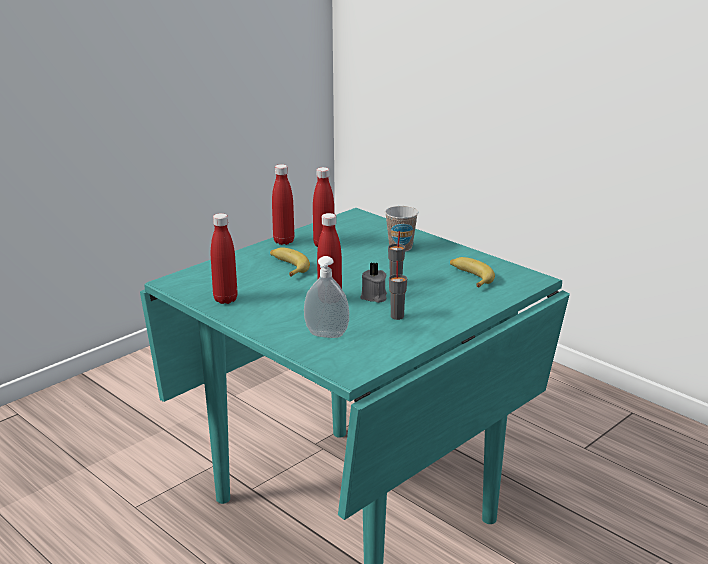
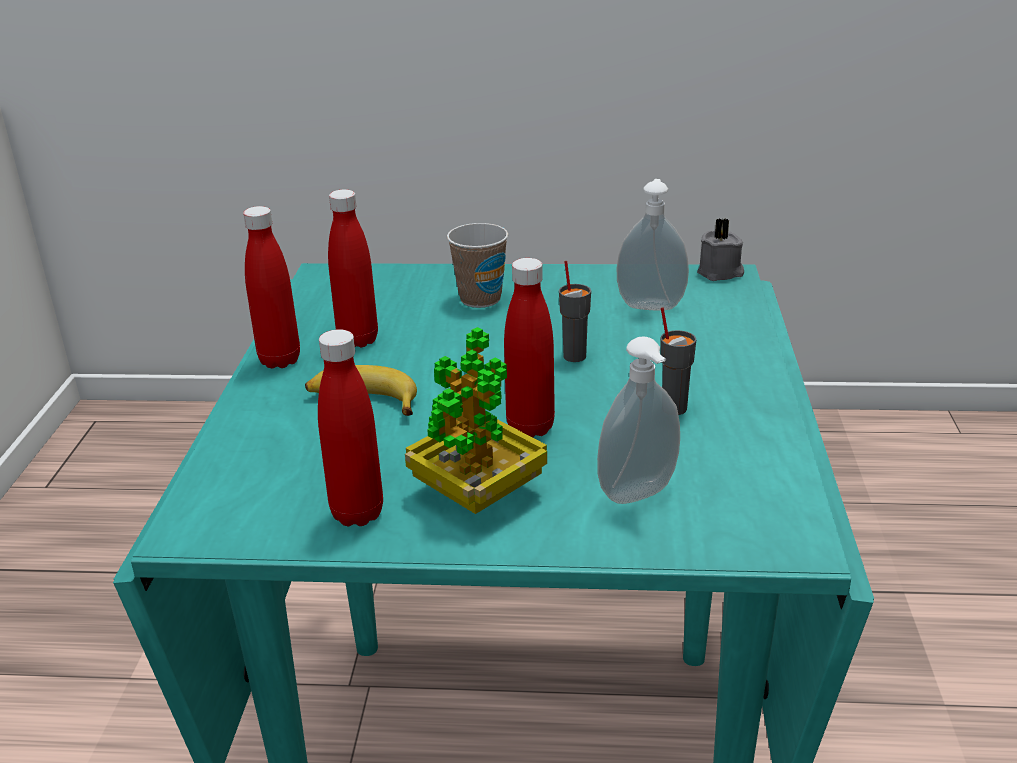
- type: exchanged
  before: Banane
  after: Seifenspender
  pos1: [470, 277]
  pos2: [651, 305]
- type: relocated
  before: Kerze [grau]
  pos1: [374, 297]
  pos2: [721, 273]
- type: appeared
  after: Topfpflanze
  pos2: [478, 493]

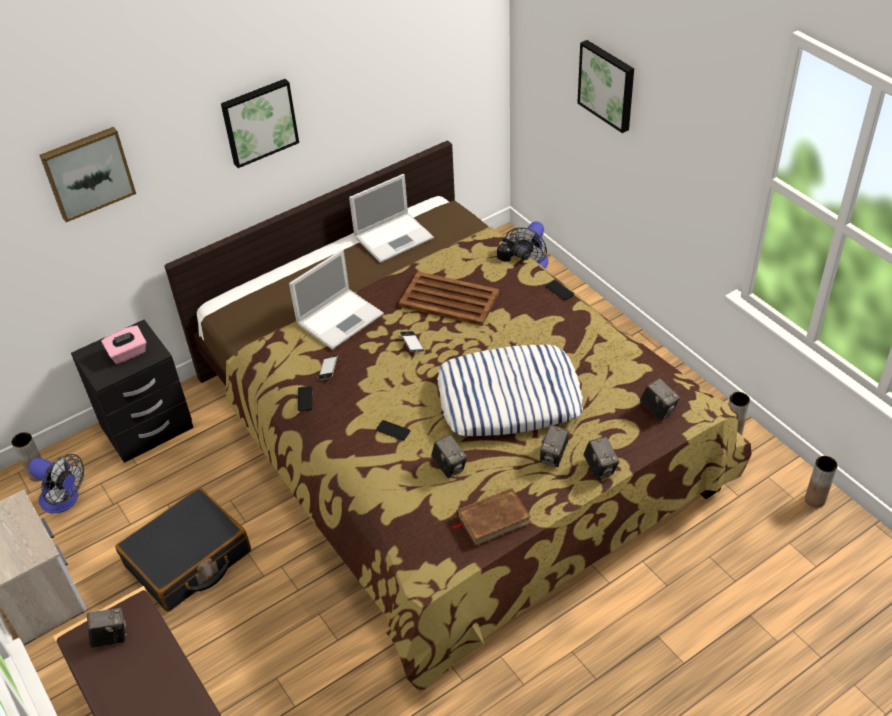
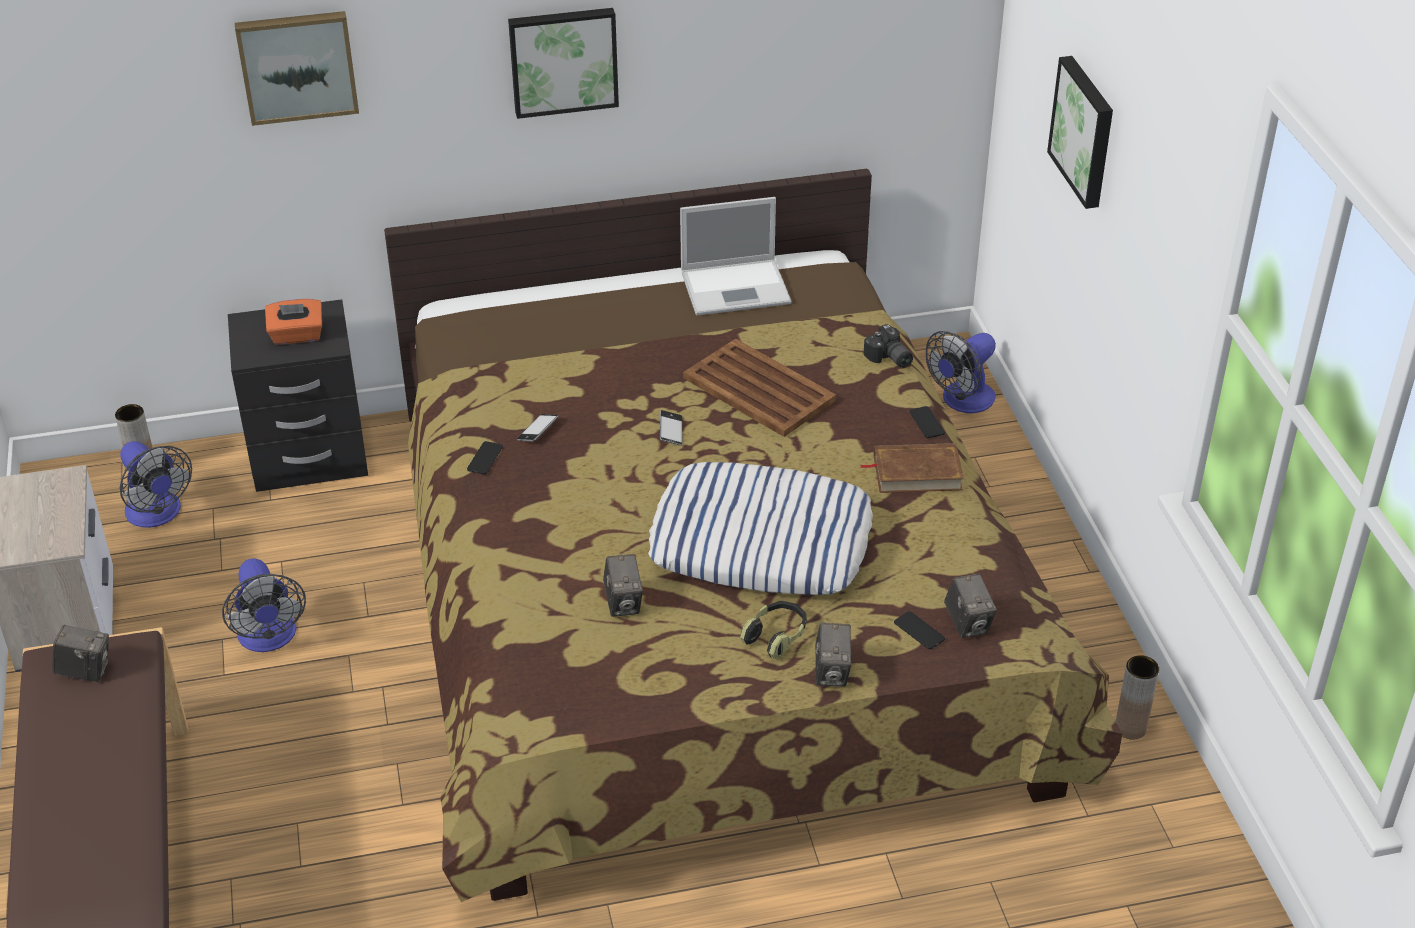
- type: missing
  before: Laptop
  pos1: [341, 318]
- type: colour
  before: Taschentuchbox [rosa]
  after: Taschentuchbox [orange]
  pos1: [128, 353]
  pos2: [297, 336]
- type: relocated
  before: Handy
  pos1: [393, 430]
  pos2: [919, 631]
- type: exchanged
  before: Kamera
  after: Kopfhörer
  pos1: [553, 456]
  pos2: [776, 636]
- type: missing
  before: Vase [braun]
  pos1: [815, 499]
- type: exchanged
  before: Koffer [schwarz]
  after: Ventilator
  pos1: [188, 559]
  pos2: [269, 638]
- type: relocated
  before: Buch [braun]
  pos1: [493, 519]
  pos2: [916, 472]

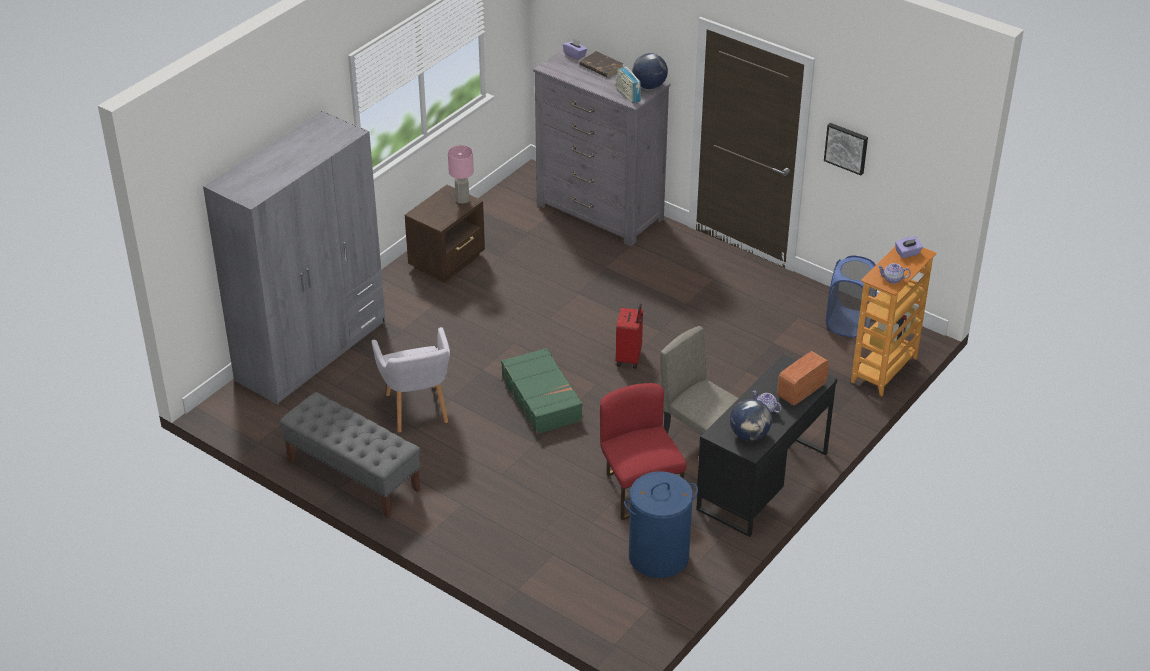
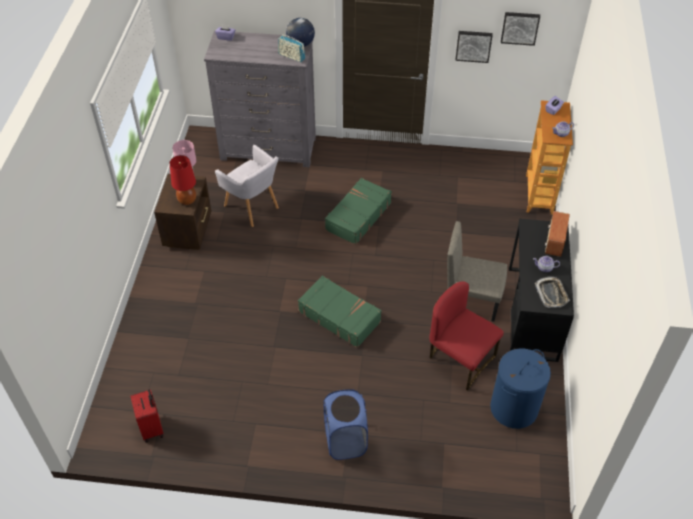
- type: missing
  before: Buch [braun]
  pos1: [601, 67]
- type: missing
  before: Kleiderschrank [grau]
  pos1: [312, 350]
- type: relocated
  before: Wäschekorb [blau]
  pos1: [849, 323]
  pos2: [345, 441]
- type: relocated
  before: Koffer [rot]
  pos1: [629, 358]
  pos2: [152, 428]
- type: relocated
  before: Sessel [grau]
  pos1: [417, 411]
  pos2: [253, 208]
- type: missing
  before: Bank [grau]
  pos1: [353, 476]
- type: exchanged
  before: Globus
  after: Tablett
  pos1: [749, 435]
  pos2: [551, 294]
- type: appeared
  after: Bild
  pos2: [520, 27]
- type: appeared
  after: Tischlampe [rot]
  pos2: [187, 200]
- type: appeared
  after: Koffer [grün]
  pos2: [357, 216]

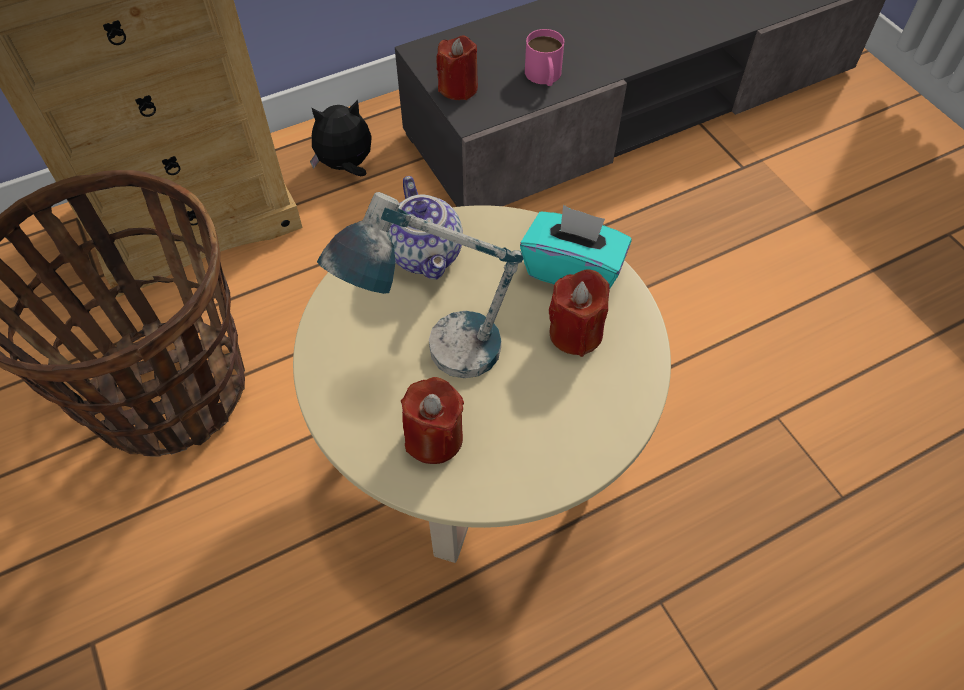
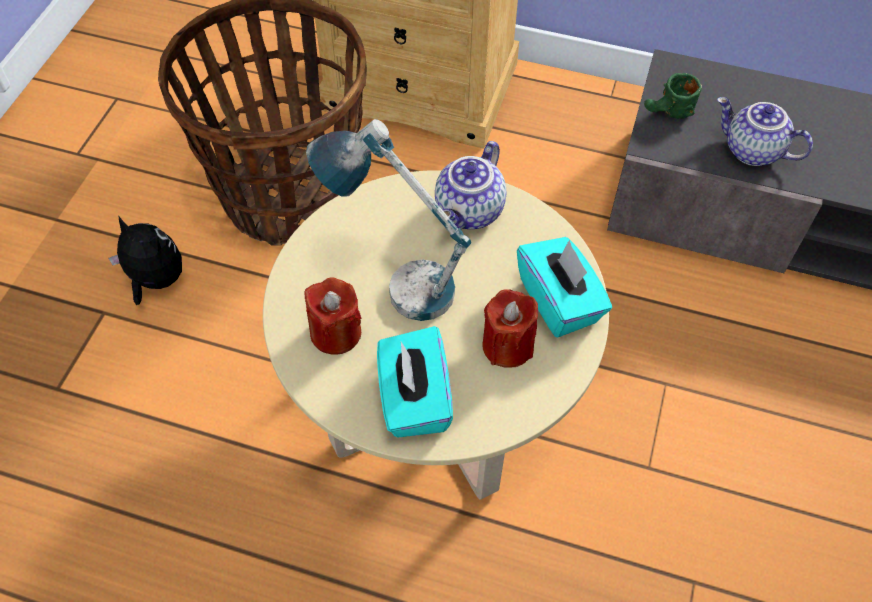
- type: exchanged
  before: Henkelbecher [rosa]
  after: Teekanne
  pos1: [544, 77]
  pos2: [751, 151]
- type: exchanged
  before: Kerze [rot]
  after: Henkelbecher [grün]
  pos1: [458, 88]
  pos2: [668, 113]
- type: relocated
  before: Plüschtier
  pos1: [346, 166]
  pos2: [155, 281]
- type: appeared
  after: Taschentuchbox [türkis]
  pos2: [414, 399]

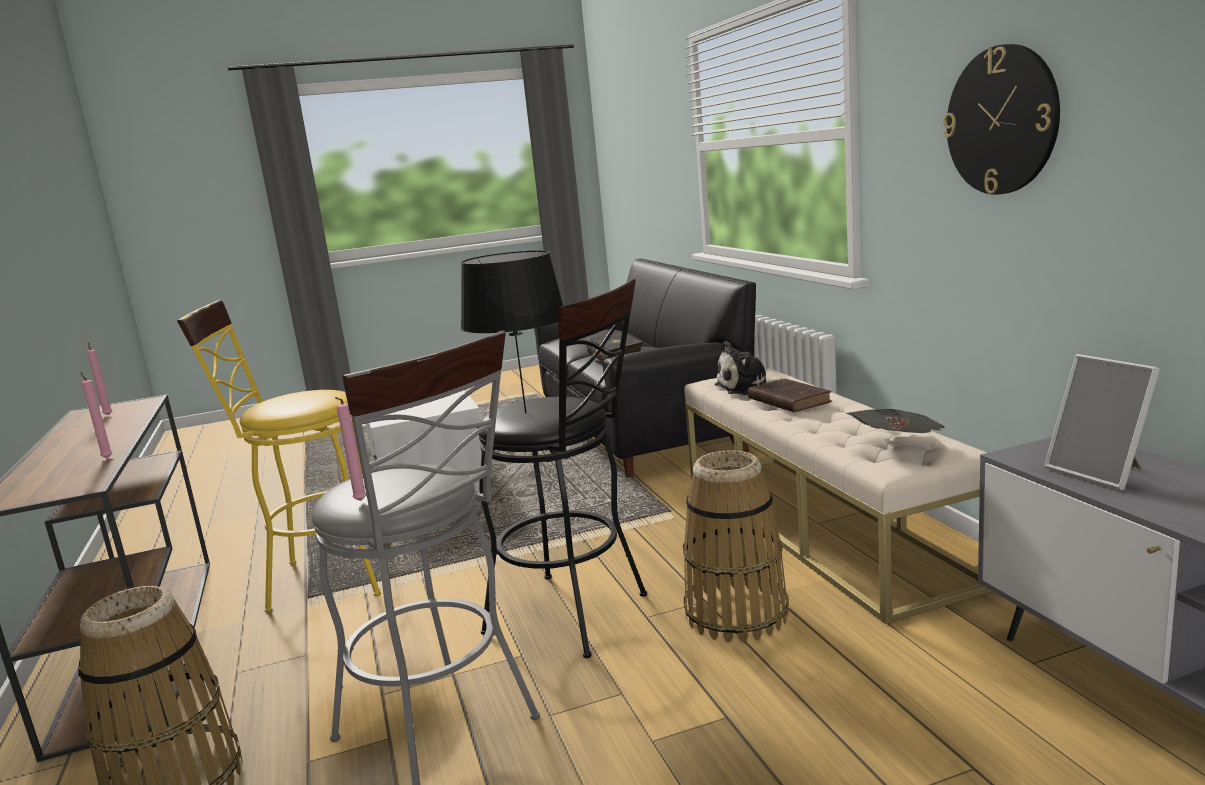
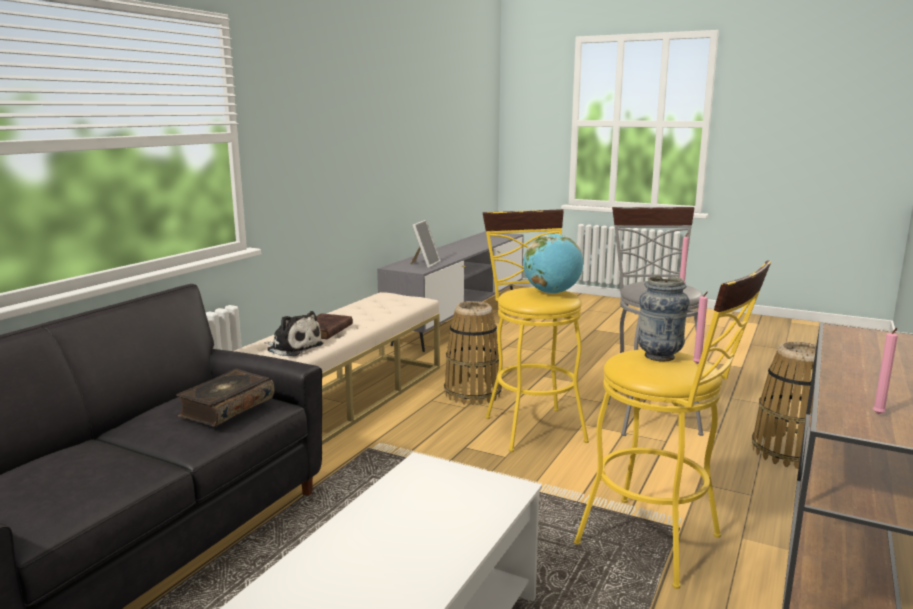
- type: missing
  before: Wanduhr
  pos1: [1001, 120]
- type: exchanged
  before: Tischlampe [schwarz]
  after: Globus
  pos1: [525, 413]
  pos2: [552, 293]
- type: colour
  before: Hocker [schwarz]
  after: Hocker [gelb]
  pos1: [579, 615]
  pos2: [531, 425]
- type: relocated
  before: Kerze [rosa]
  pos1: [107, 458]
  pos2: [697, 364]
- type: missing
  before: Zeitung
  pos1: [897, 446]
- type: appeared
  after: Vase
  pos2: [659, 356]

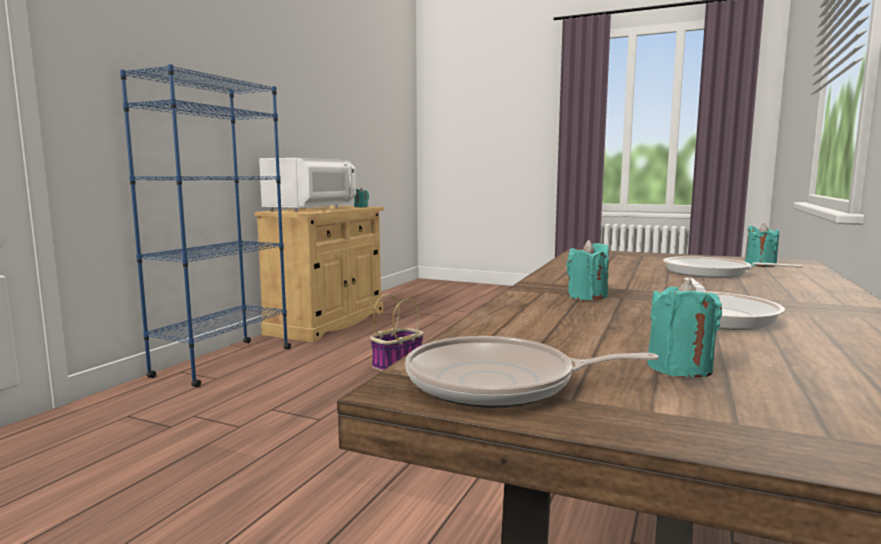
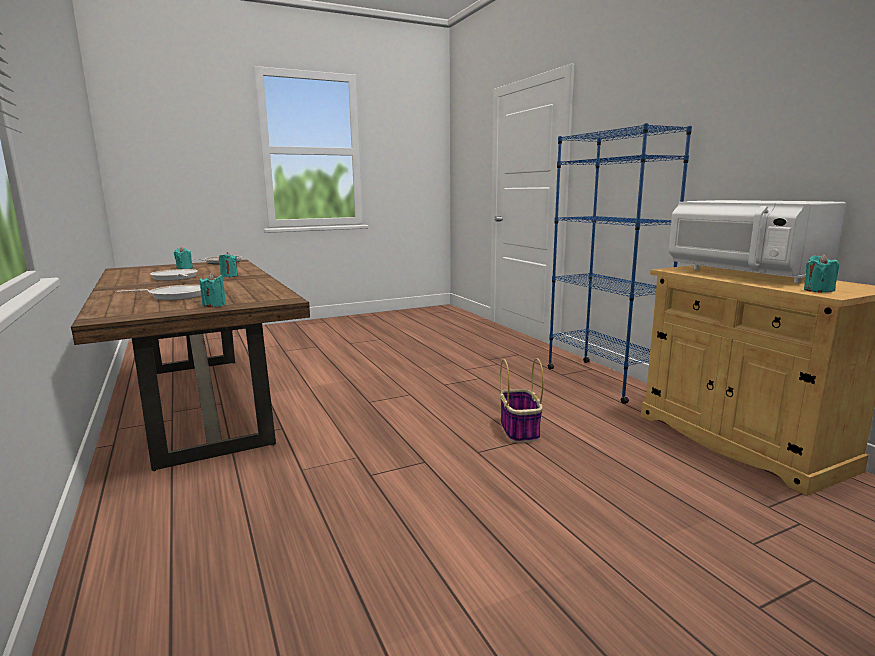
- type: relocated
  before: Kerze [türkis]
  pos1: [760, 264]
  pos2: [214, 305]

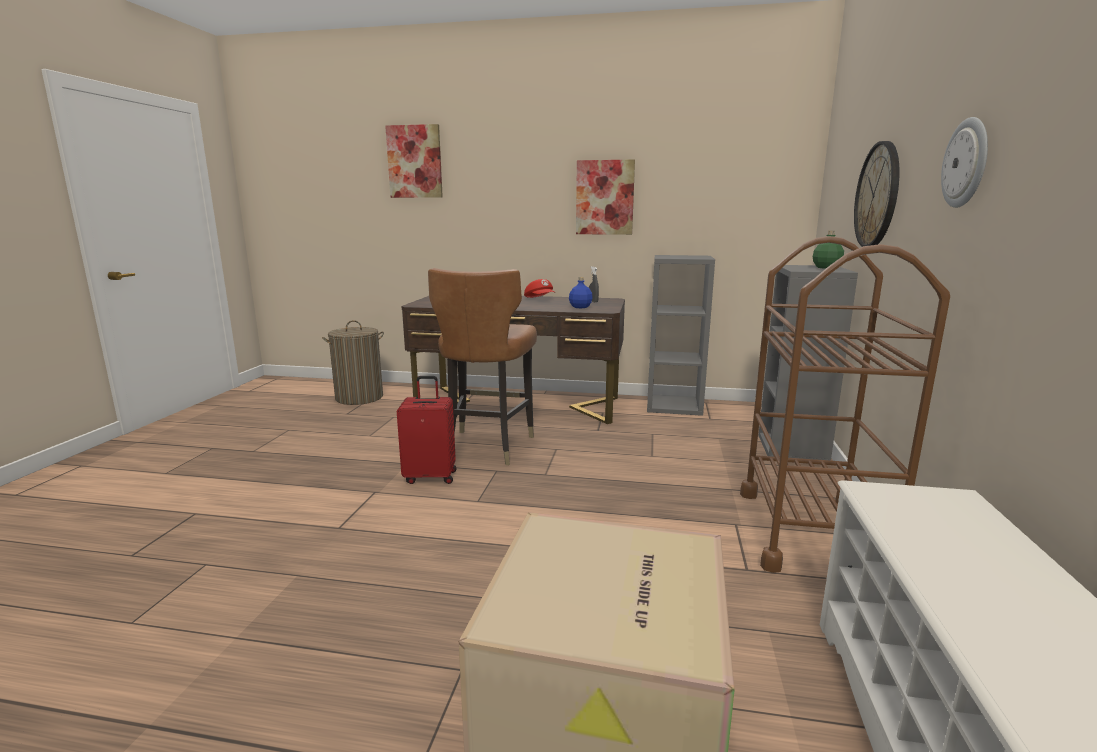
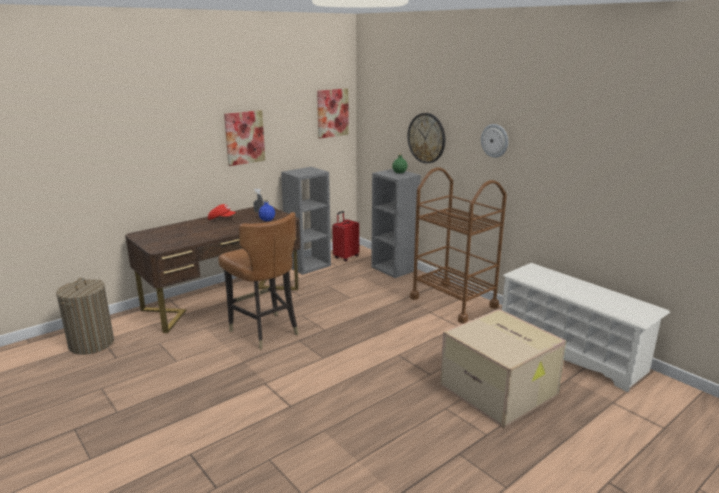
- type: relocated
  before: Bild
  pos1: [415, 162]
  pos2: [332, 113]
- type: relocated
  before: Koffer [rot]
  pos1: [431, 476]
  pos2: [345, 257]

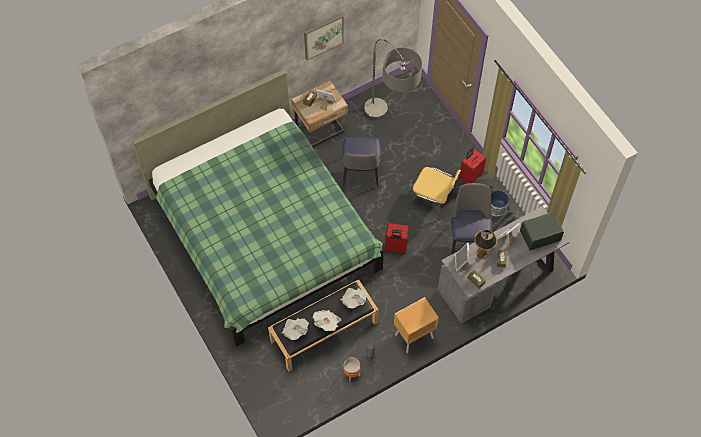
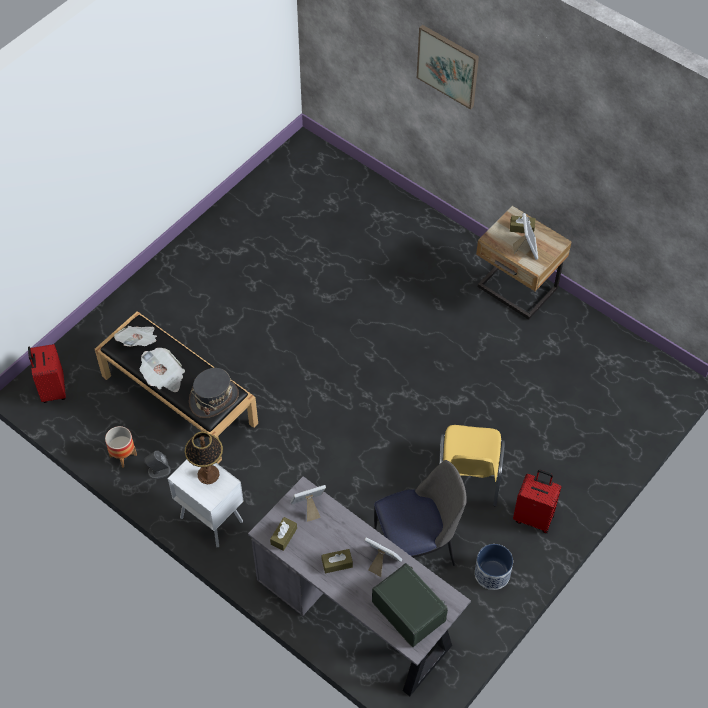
- type: relocated
  before: Bild
  pos1: [323, 36]
  pos2: [448, 66]
- type: missing
  before: Stehlampe
  pos1: [390, 129]
- type: missing
  before: Bett [grün]
  pos1: [264, 233]
- type: missing
  before: Stuhl
  pos1: [360, 173]
- type: relocated
  before: Koffer [rot]
  pos1: [395, 248]
  pos2: [52, 389]
- type: relocated
  before: Tischlampe
  pos1: [482, 253]
  pos2: [208, 474]
- type: exchanged
  before: Zeitung
  after: Hut [grau]
  pos1: [354, 300]
  pos2: [214, 399]
- type: colour
  before: Nachttisch [braun]
  after: Nachttisch [weiß]
  pos1: [413, 336]
  pos2: [211, 518]

